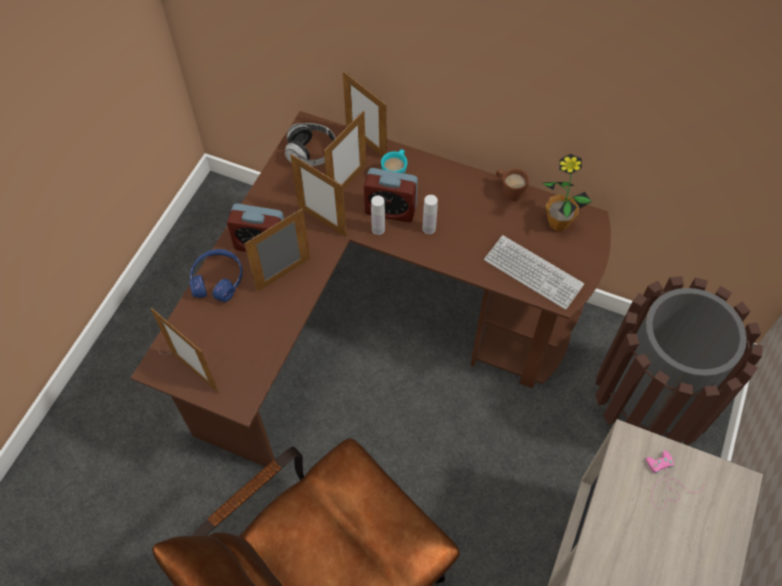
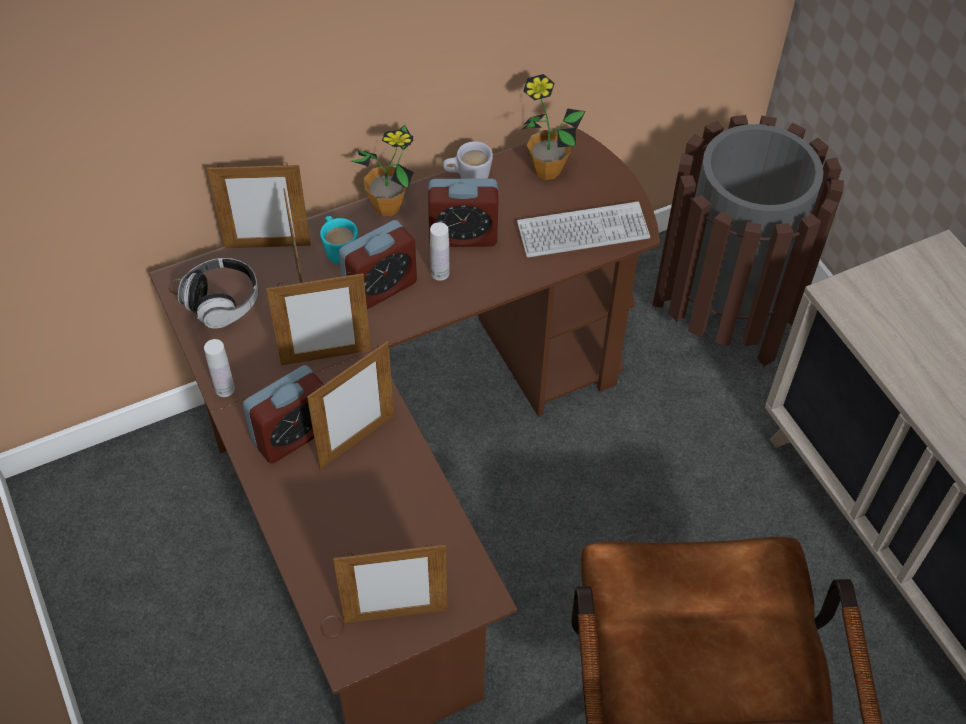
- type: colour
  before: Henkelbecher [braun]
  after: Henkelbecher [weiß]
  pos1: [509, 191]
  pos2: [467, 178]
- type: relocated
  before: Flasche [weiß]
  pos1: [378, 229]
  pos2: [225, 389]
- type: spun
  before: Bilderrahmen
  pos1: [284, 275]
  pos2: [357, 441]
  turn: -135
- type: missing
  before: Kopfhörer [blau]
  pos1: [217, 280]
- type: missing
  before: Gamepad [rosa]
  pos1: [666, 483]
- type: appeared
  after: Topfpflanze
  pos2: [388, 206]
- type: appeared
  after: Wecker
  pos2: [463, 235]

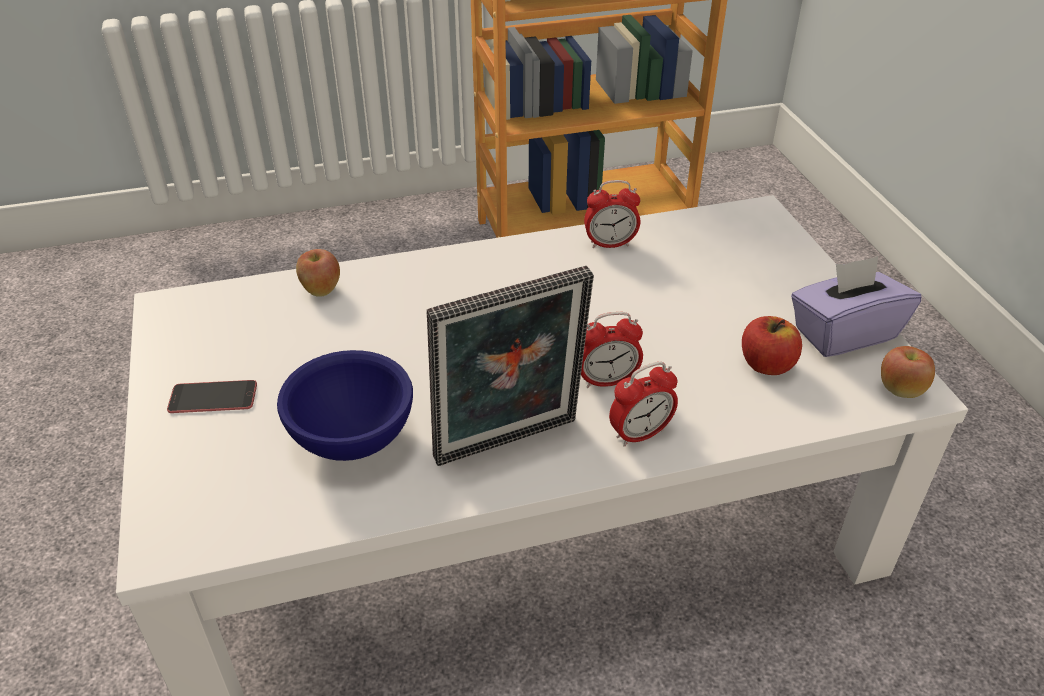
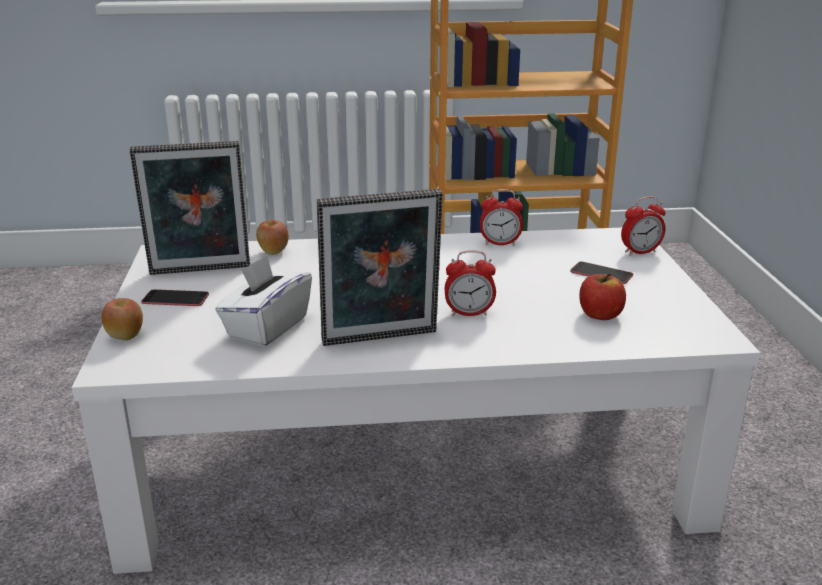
- type: missing
  before: Taschentuchbox [lila]
  pos1: [843, 333]
- type: relocated
  before: Apfel
  pos1: [900, 390]
  pos2: [125, 336]
- type: exchanged
  before: Schüssel [blau]
  after: Taschentuchbox [weiß]
  pos1: [353, 440]
  pos2: [267, 327]
- type: relocated
  before: Wecker
  pos1: [640, 434]
  pos2: [640, 252]
- type: appeared
  after: Bilderrahmen
  pos2: [200, 271]
- type: appeared
  after: Handy
  pos2: [601, 273]

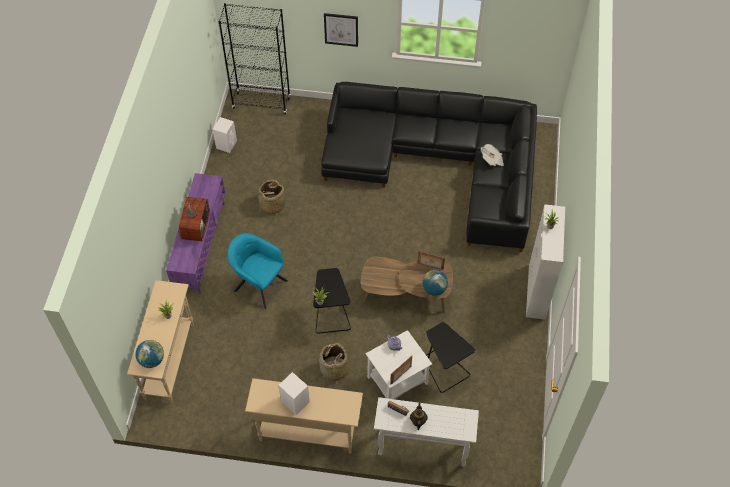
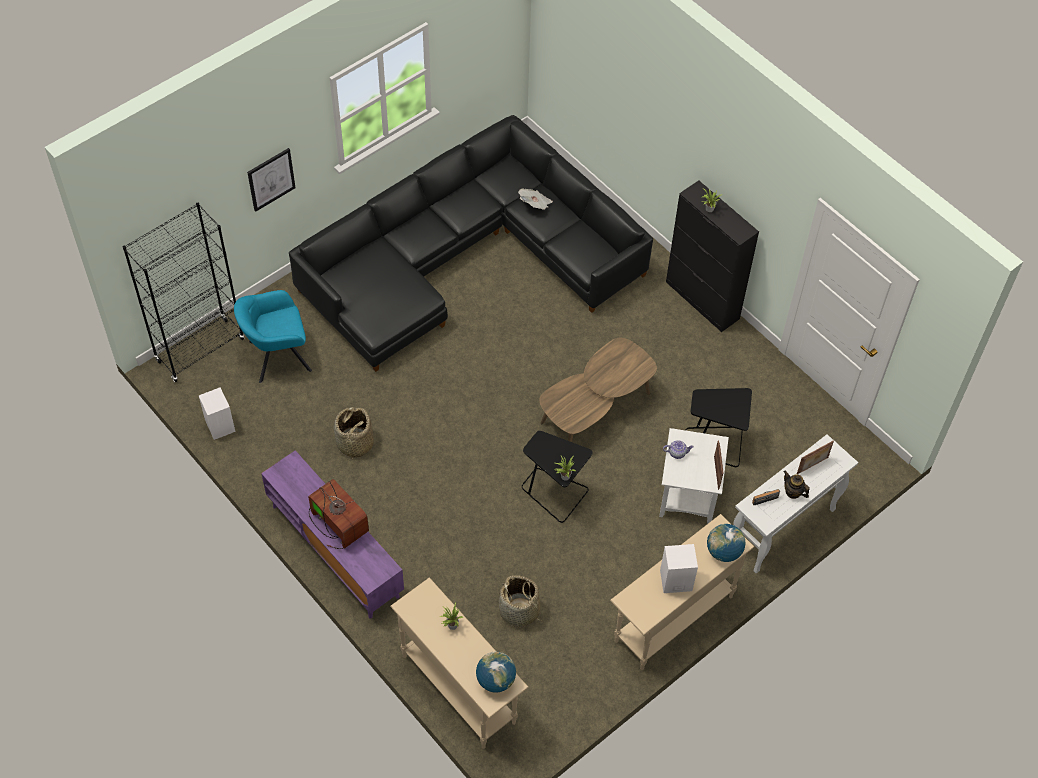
- type: colour
  before: Schrank [weiß]
  after: Schrank [schwarz]
  pos1: [536, 292]
  pos2: [702, 300]
- type: relocated
  before: Sessel [türkis]
  pos1: [259, 284]
  pos2: [277, 356]
- type: relocated
  before: Bilderrahmen
  pos1: [430, 266]
  pos2: [812, 466]
- type: relocated
  before: Globus
  pos1: [434, 289]
  pos2: [723, 551]
- type: relocated
  before: Korb
  pos1: [334, 369]
  pos2: [519, 611]

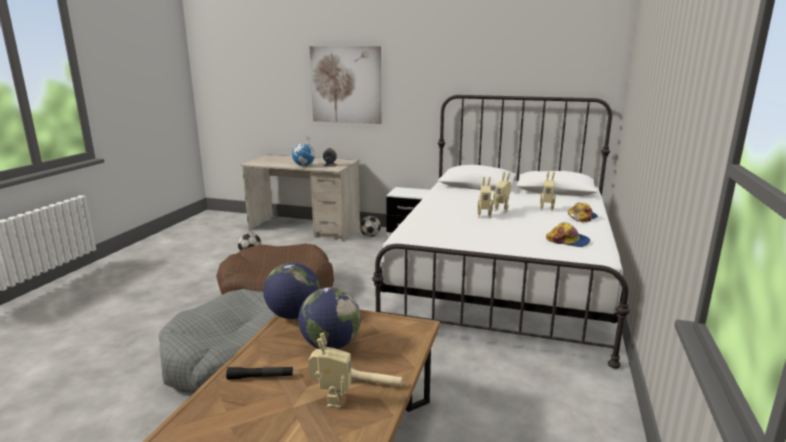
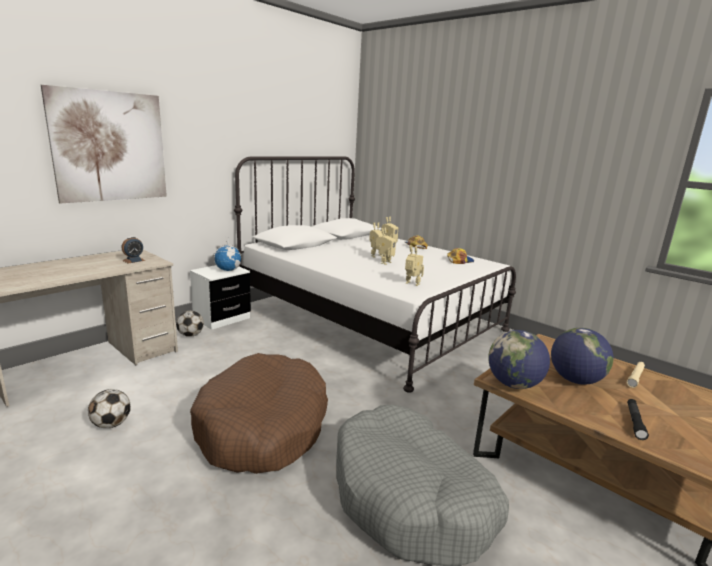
- type: relocated
  before: Globus
  pos1: [304, 165]
  pos2: [228, 270]
- type: relocated
  before: Spielzeugroboter
  pos1: [331, 400]
  pos2: [411, 284]

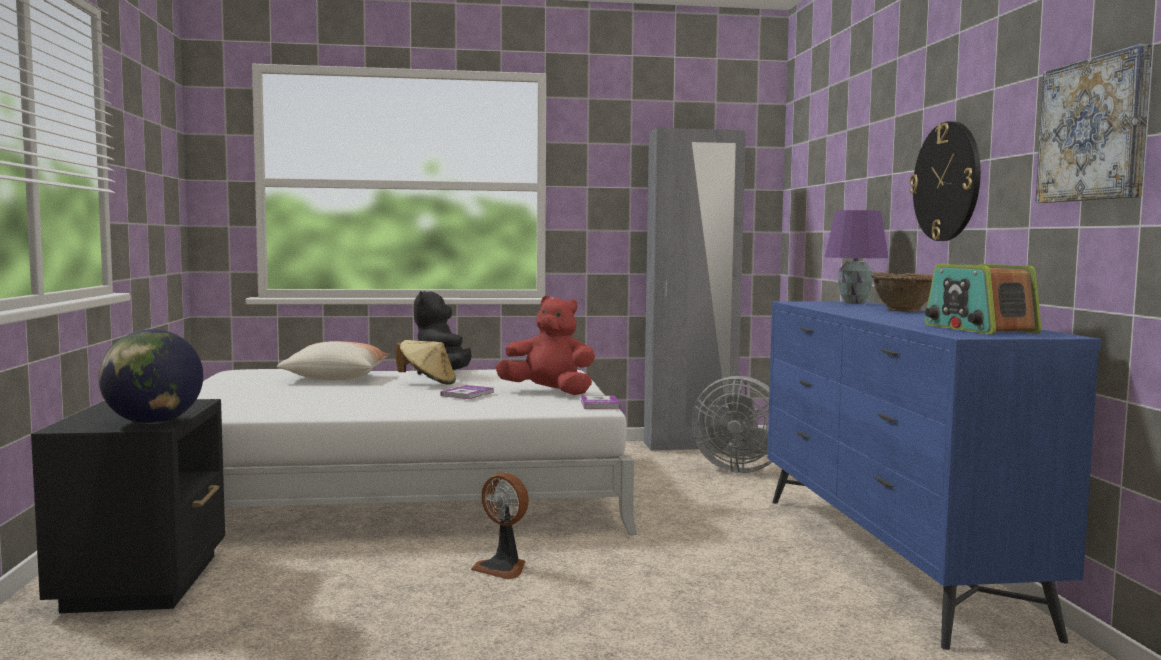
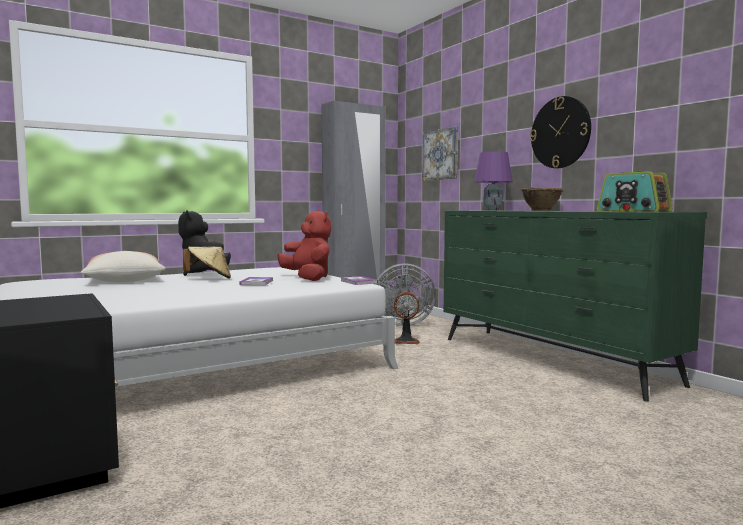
- type: relocated
  before: Bild
  pos1: [1094, 130]
  pos2: [441, 154]
- type: spun
  before: Plüschtier [rot]
  pos1: [549, 392]
  pos2: [308, 278]
  turn: 60
- type: colour
  before: Kommode [blau]
  after: Kommode [grün]
  pos1: [888, 558]
  pos2: [550, 360]
- type: missing
  before: Globus
  pos1: [153, 423]
- type: relocated
  before: Ventilator
  pos1: [503, 568]
  pos2: [406, 341]

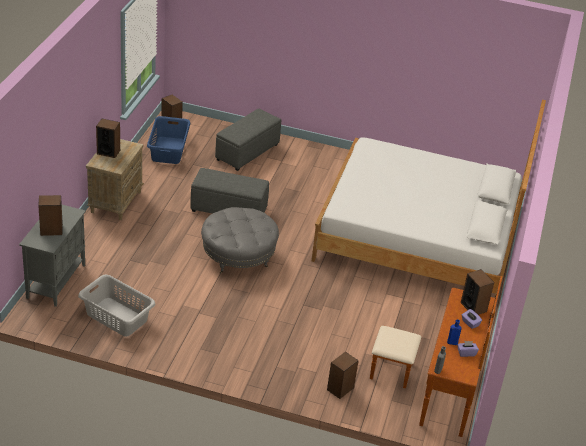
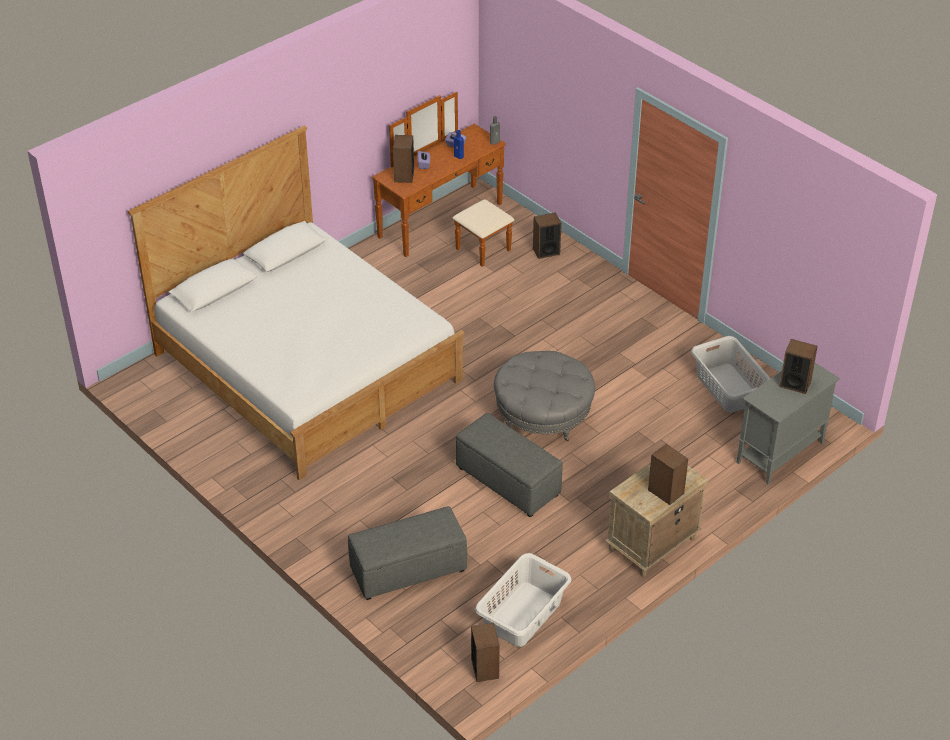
- type: colour
  before: Wäschekorb [blau]
  after: Wäschekorb [weiß]
  pos1: [169, 150]
  pos2: [522, 614]

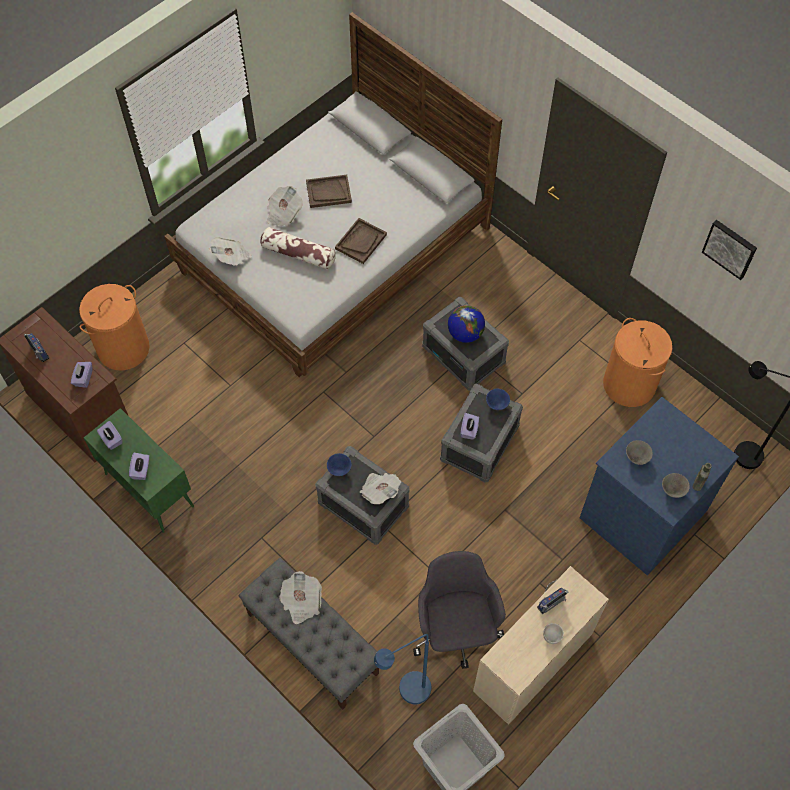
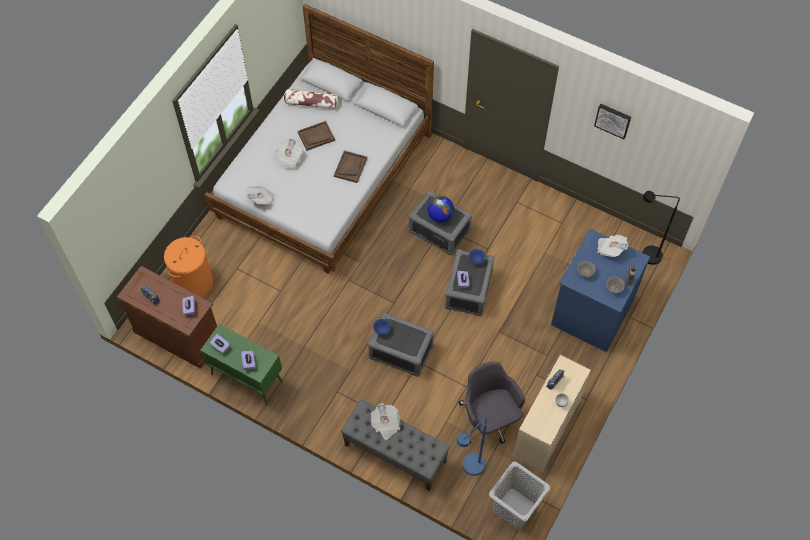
- type: relocated
  before: Kissen
  pos1: [298, 254]
  pos2: [311, 103]
- type: missing
  before: Wäschekorb [orange]
  pos1: [629, 384]
- type: relocated
  before: Zeitung
  pos1: [380, 491]
  pos2: [610, 249]

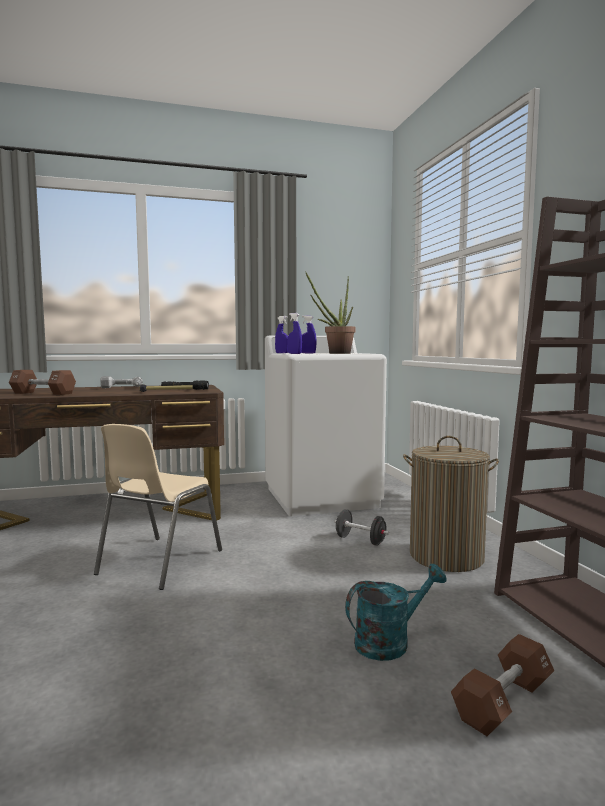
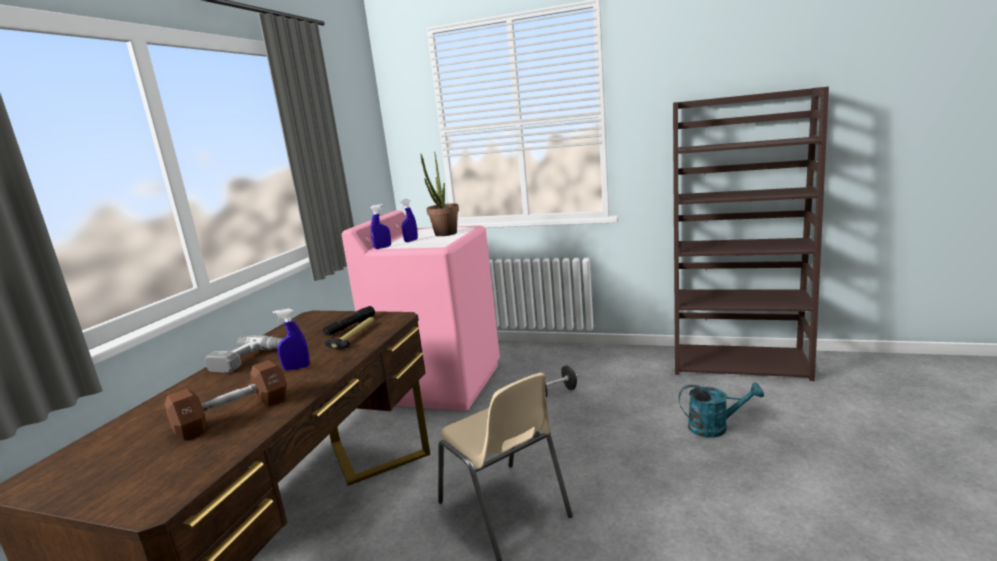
- type: relocated
  before: Sprühflasche [blau]
  pos1: [294, 354]
  pos2: [297, 368]
- type: colour
  before: Waschmaschine [weiß]
  after: Waschmaschine [rosa]
  pos1: [322, 497]
  pos2: [439, 383]
- type: missing
  before: Wäschekorb
  pos1: [446, 556]
- type: spun
  before: Gießkanne [türkis]
  pos1: [390, 641]
  pos2: [715, 427]
  turn: 90
- type: missing
  before: Hantel [braun]
  pos1: [503, 701]

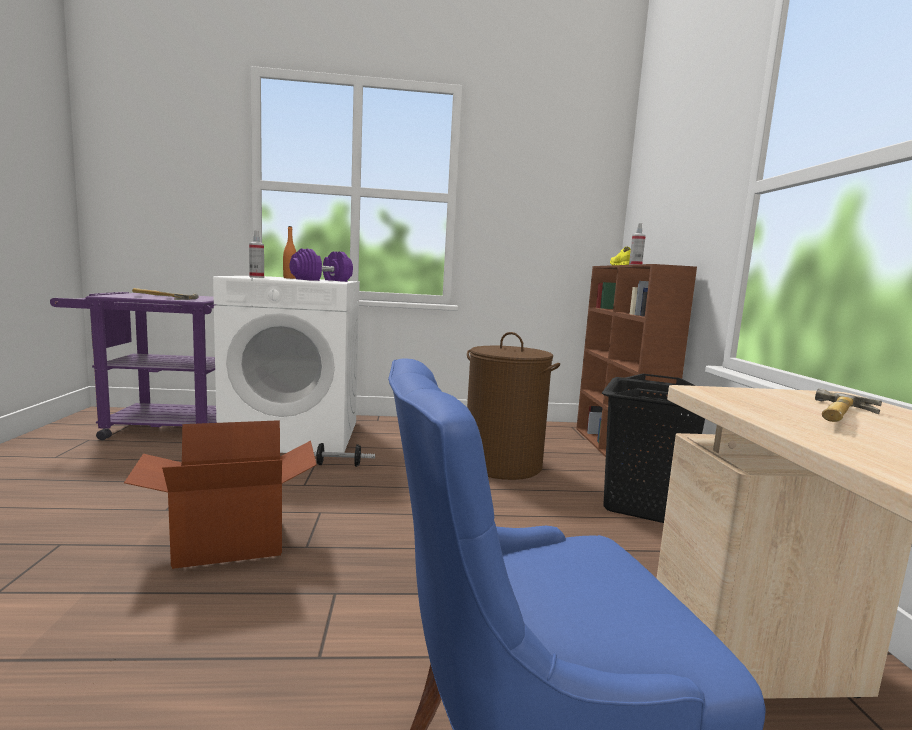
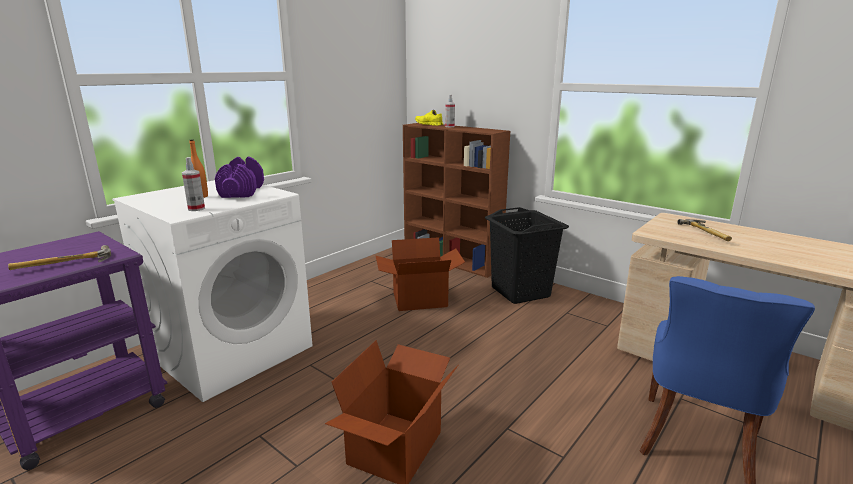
- type: exchanged
  before: Wäschekorb [braun]
  after: Karton
  pos1: [503, 465]
  pos2: [420, 300]
- type: missing
  before: Hantel
  pos1: [338, 465]

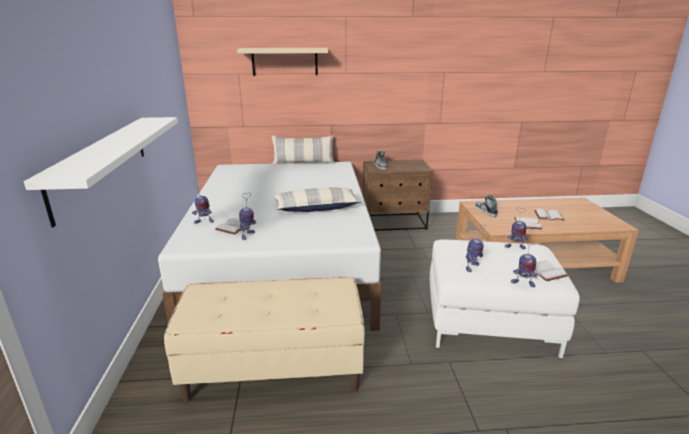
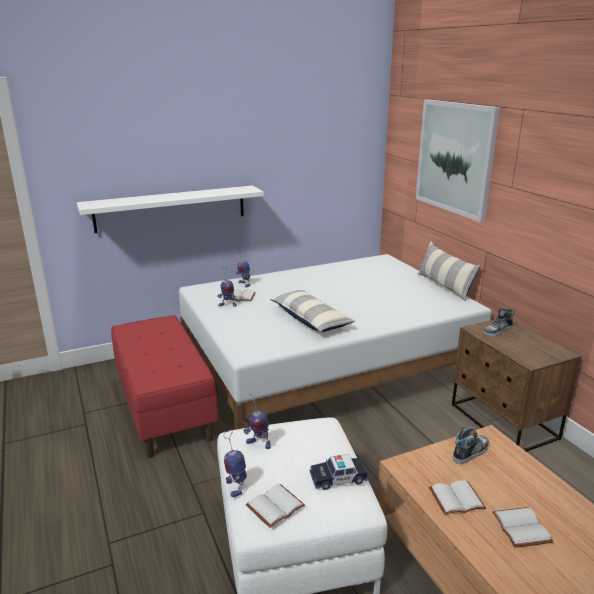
- type: exchanged
  before: Wandregal [beige]
  after: Bild
  pos1: [284, 61]
  pos2: [455, 158]
- type: exchanged
  before: Spielzeugroboter
  after: Spielzeugauto
  pos1: [514, 247]
  pos2: [338, 478]
- type: colour
  before: Bank [beige]
  after: Bank [rot]
  pos1: [274, 368]
  pos2: [165, 409]

